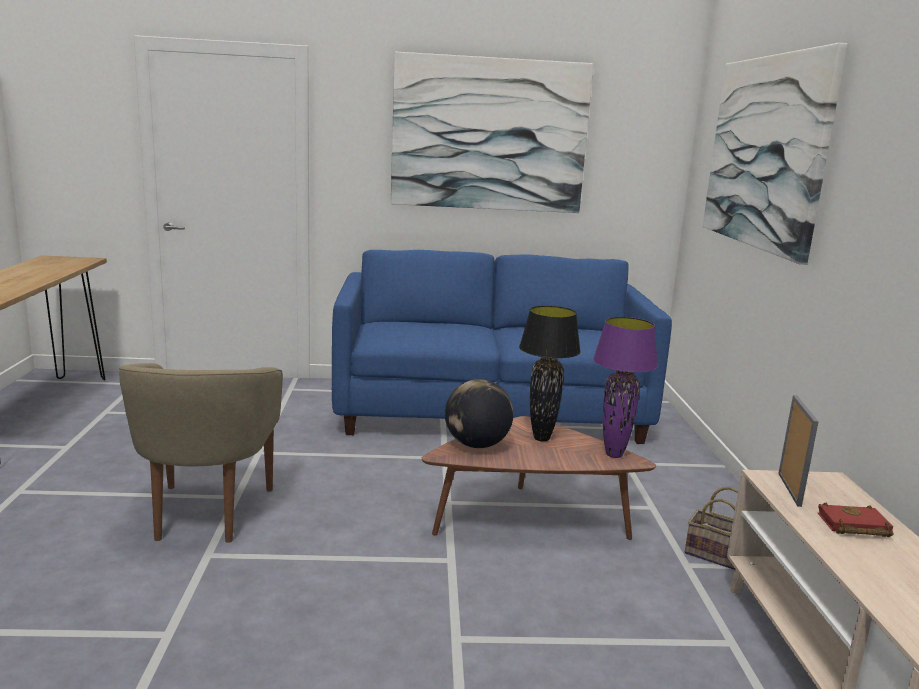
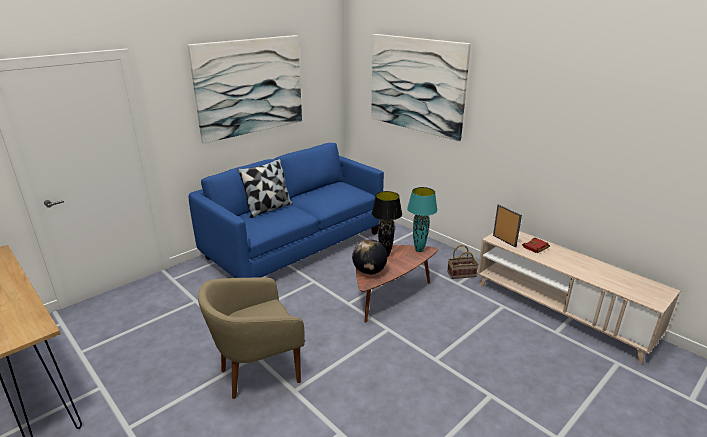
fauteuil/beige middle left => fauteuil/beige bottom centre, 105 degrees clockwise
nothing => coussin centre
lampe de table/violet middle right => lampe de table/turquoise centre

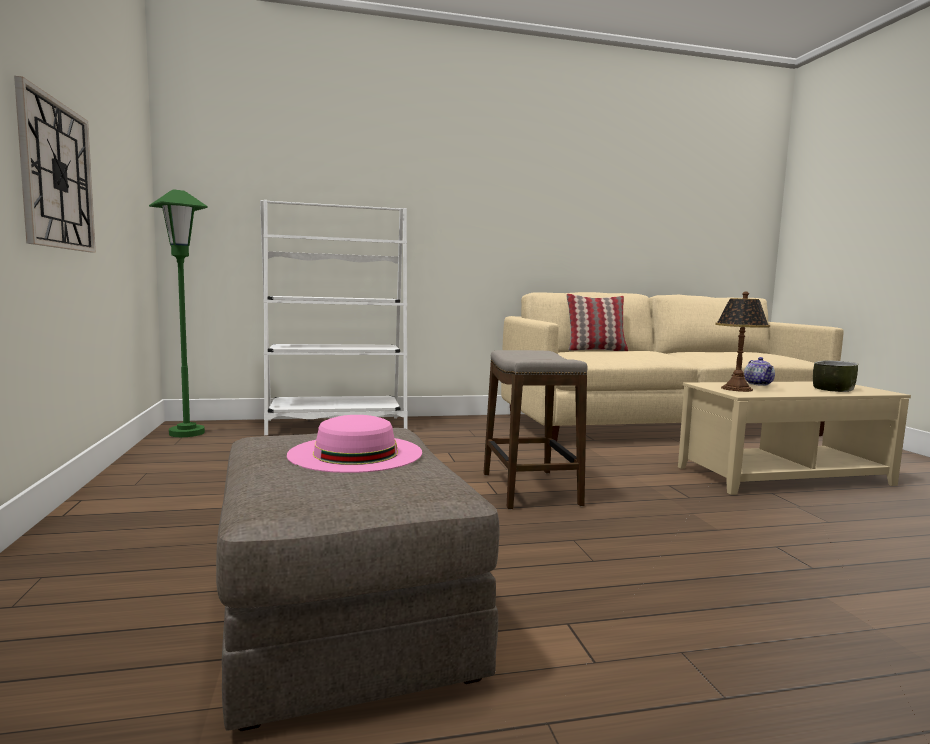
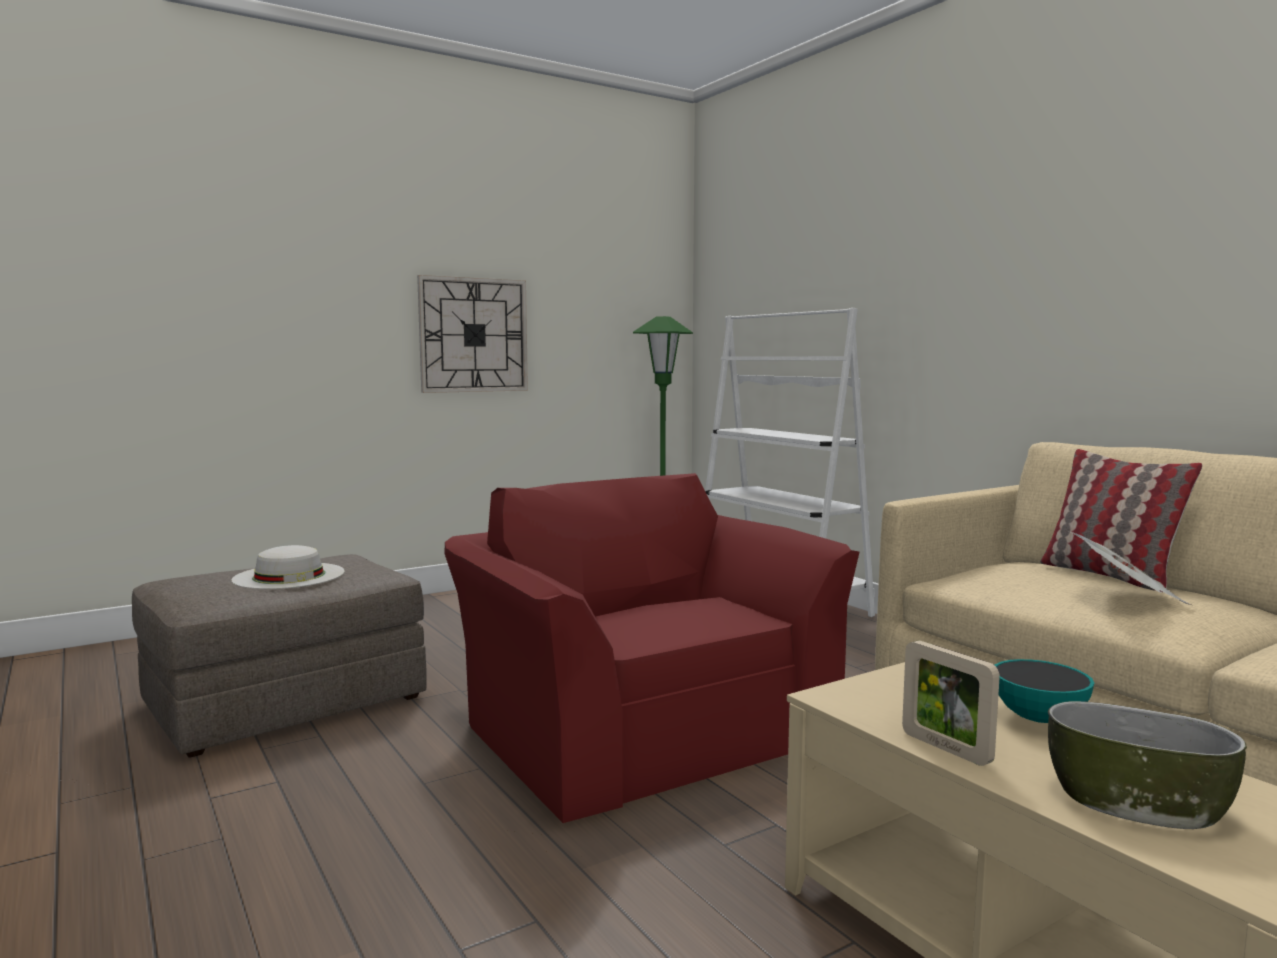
chapeau/rose centre => chapeau/blanc middle left
tabouret centre => fauteuil/rouge bottom centre
nothing => cadre photo bottom right
théière middle right => bol (1st from left) bottom right
nothing => journal middle right
lampe de table middle right => nothing

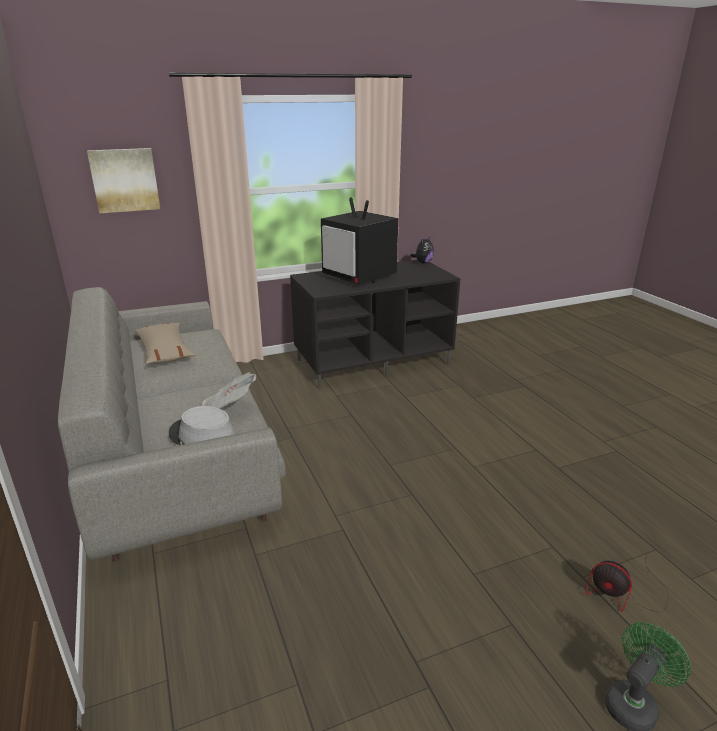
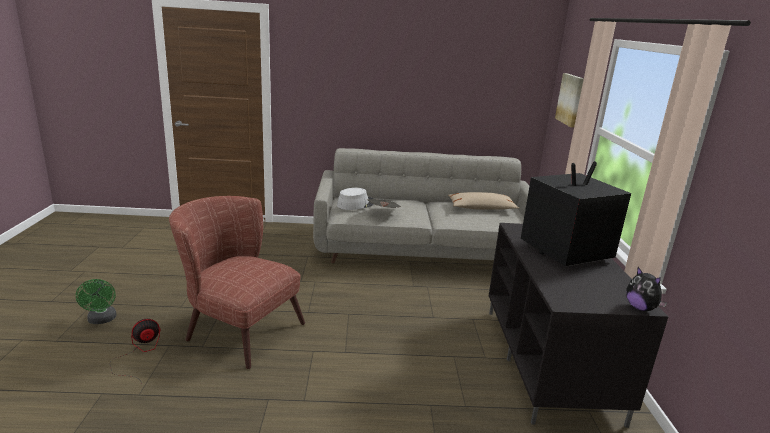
nothing => fauteuil/marron middle left

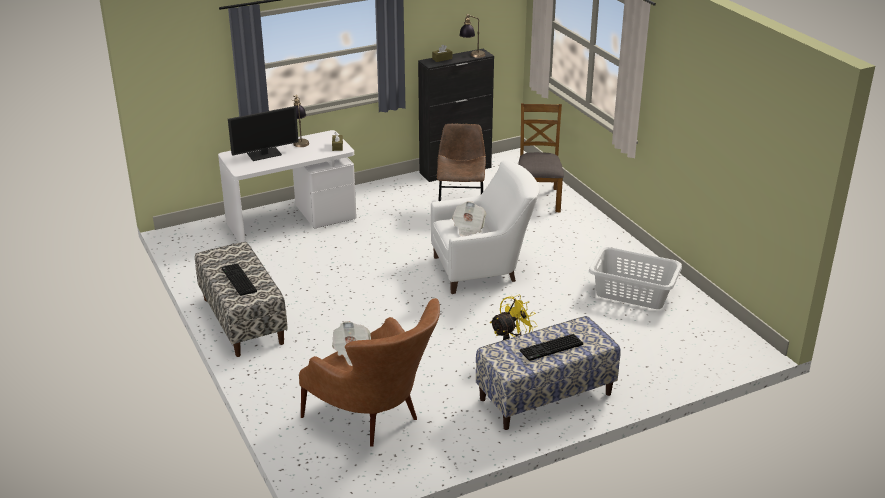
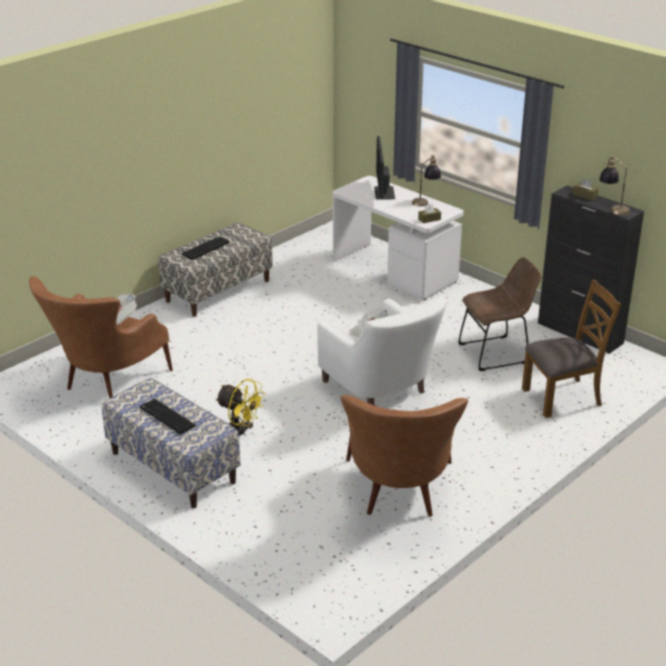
panier à linge/blanc middle right => fauteuil/marron (2nd from left) bottom centre
écran d'ordinateur top left => écran d'ordinateur top centre, 45 degrees clockwise

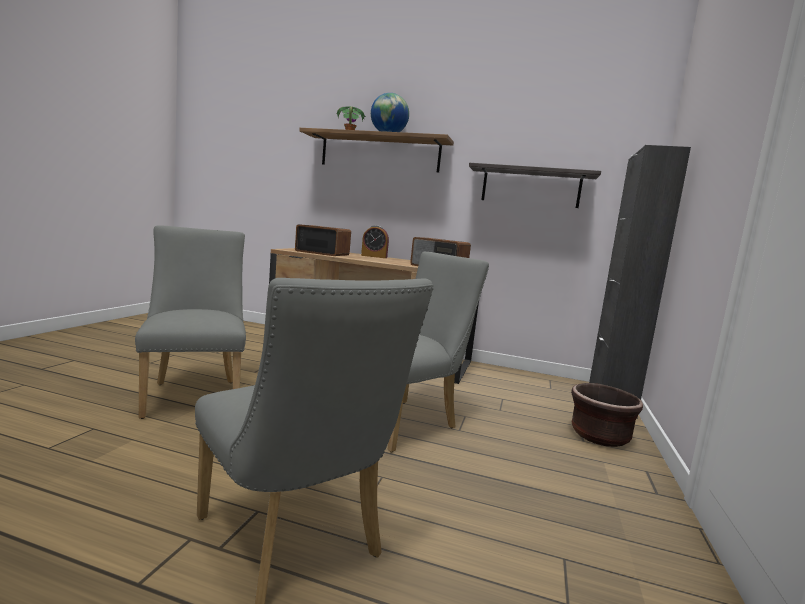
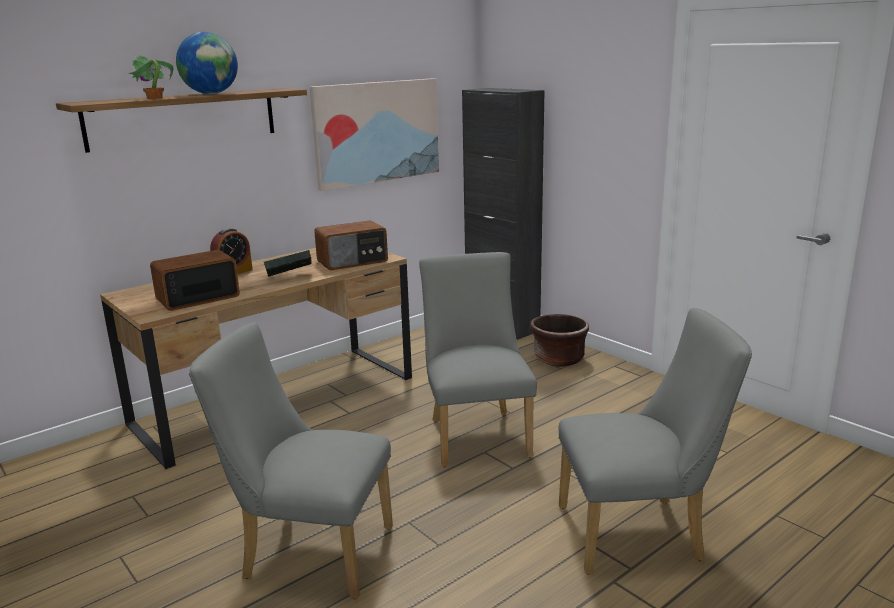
nothing => livre middle left
étagère (2nd from left) top centre => tableau top centre

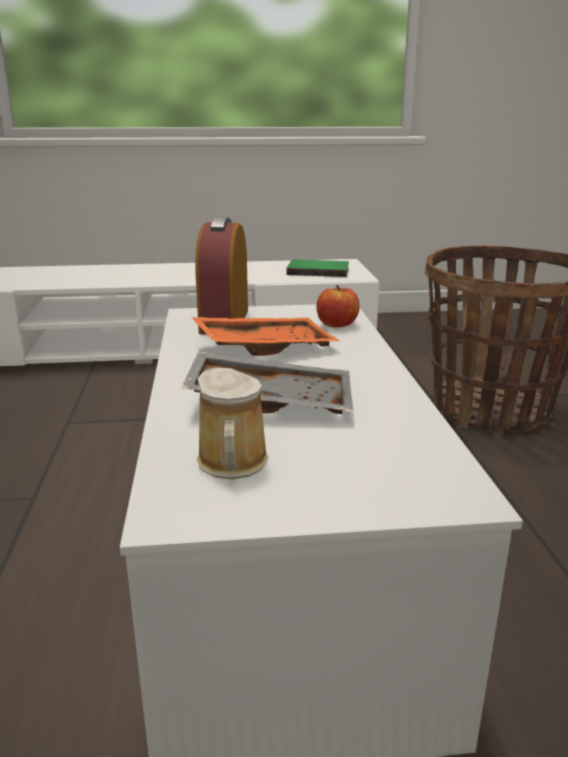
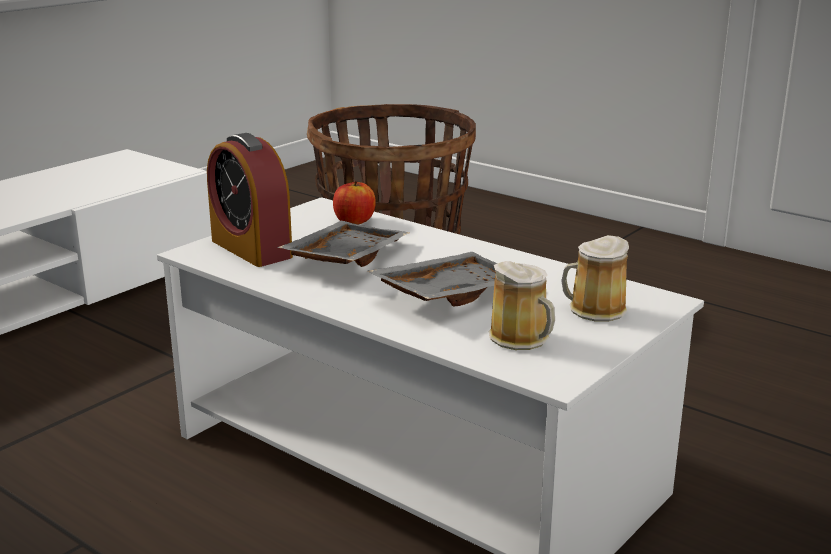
plateau/orange centre => plateau/gris (1st from left) centre
nothing => mug (2nd from left) middle right
livre/vert centre => nothing

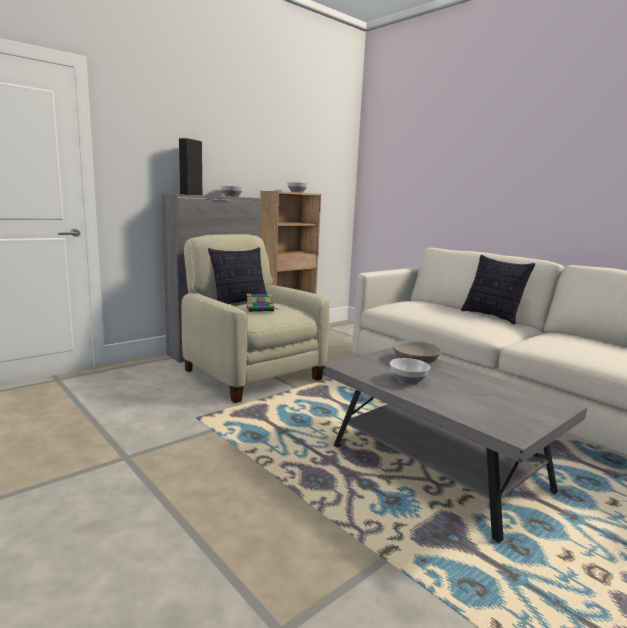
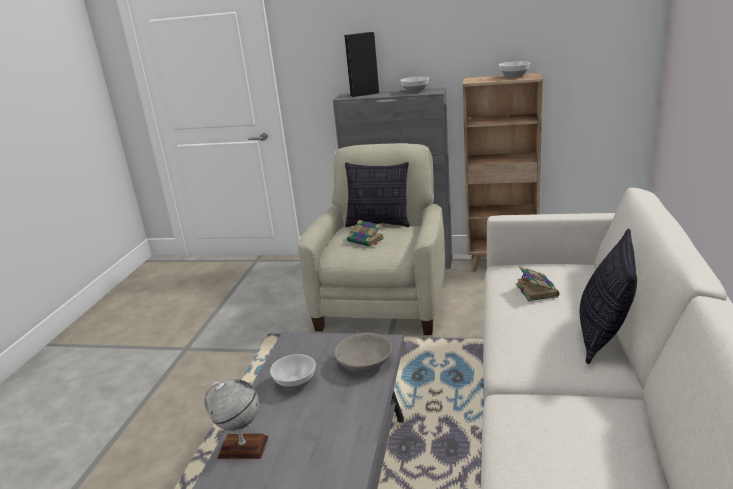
nothing => globe bottom left
nothing => livre (2nd from left) middle right

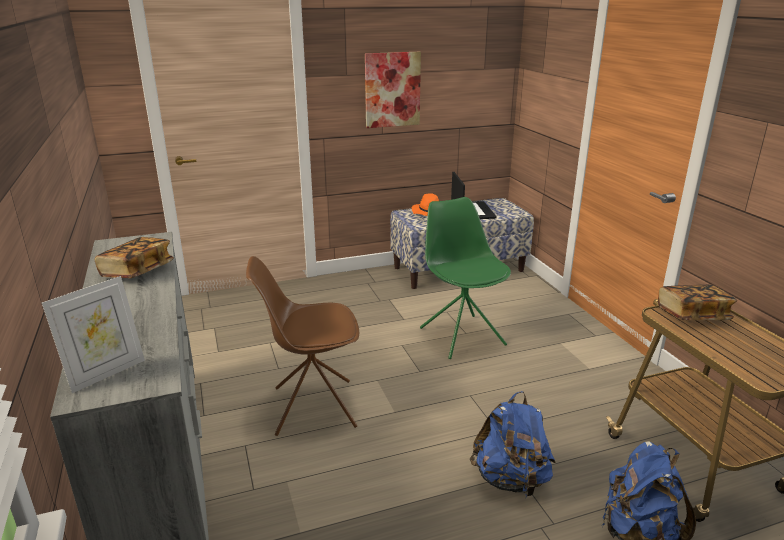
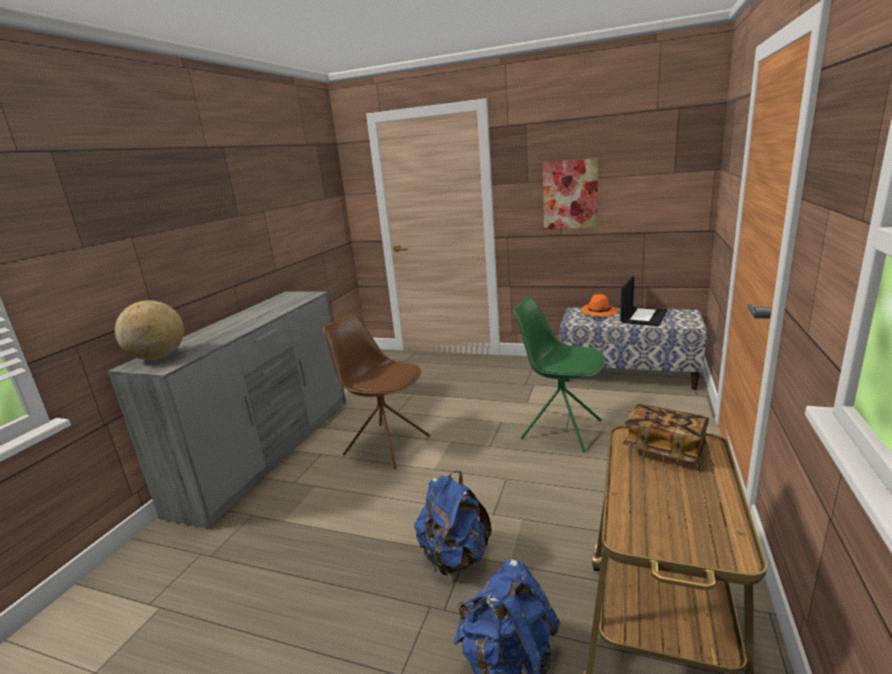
cadre photo middle left => globe middle left
chaise/vert centre, 75 degrees counterclockwise
livre (1st from left) middle left => nothing

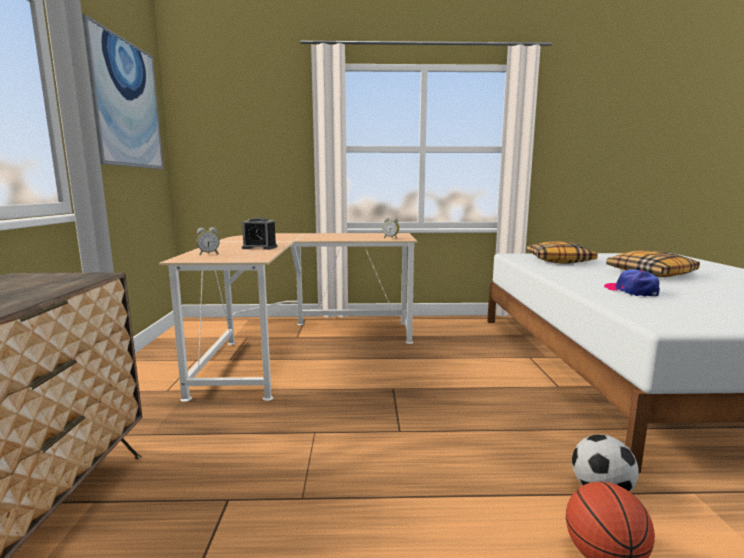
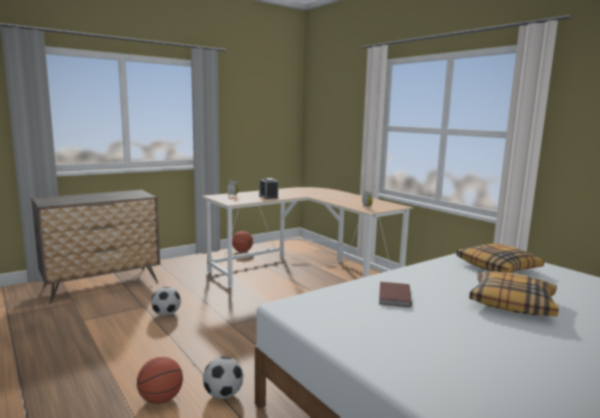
nothing => ballon de foot (1st from left) bottom left
nothing => ballon de basket (2nd from left) centre
casquette middle right => livre/marron bottom centre
tableau top left => nothing

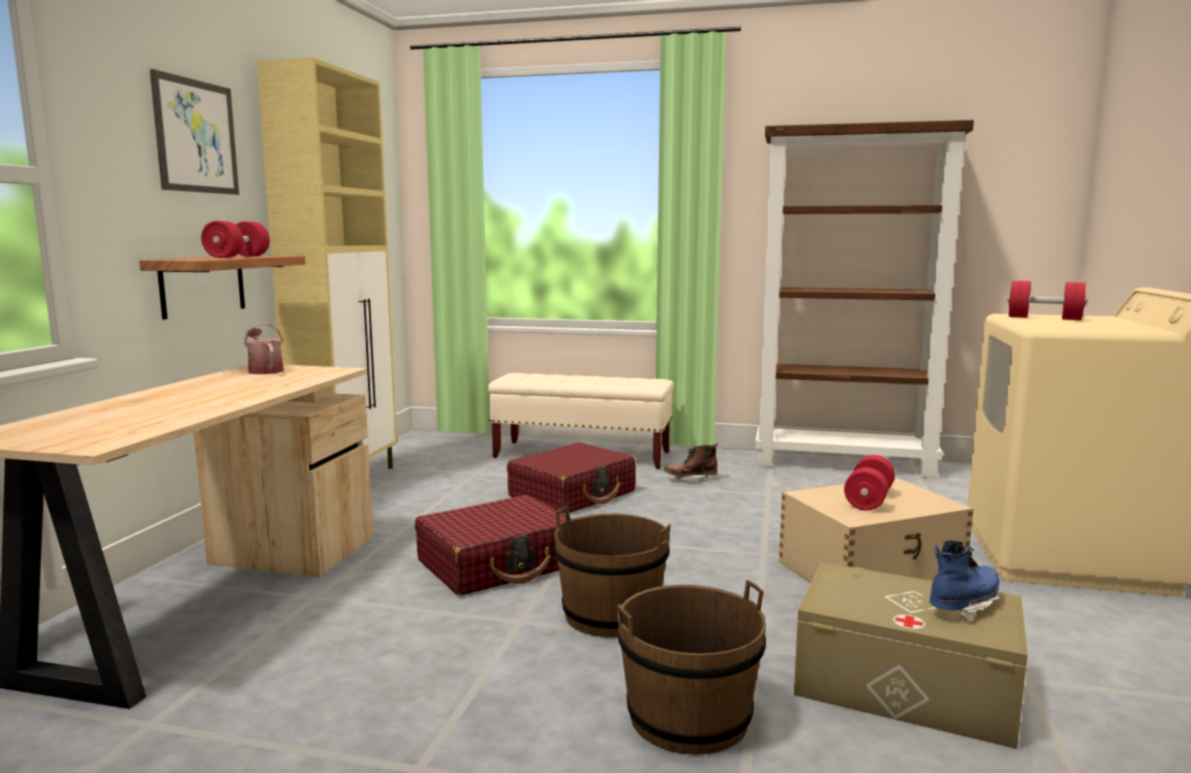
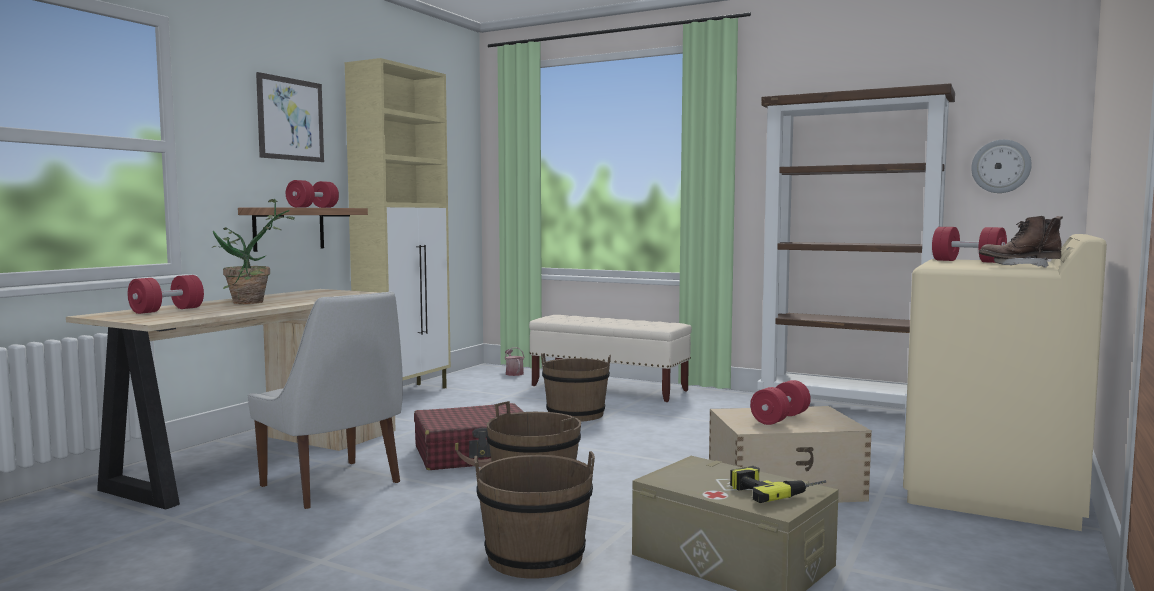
nothing => haltère/rouge (1st from left) middle left
nothing => plante en pot middle left
nothing => chaise/blanc bottom left
arrosoir middle left => arrosoir centre, move
valise/rouge (2nd from left) centre => seau/marron (3rd from left) centre
botte/bleu bottom right => perceuse bottom right
nothing => horloge murale top right
botte/marron centre => botte/marron middle right, move

